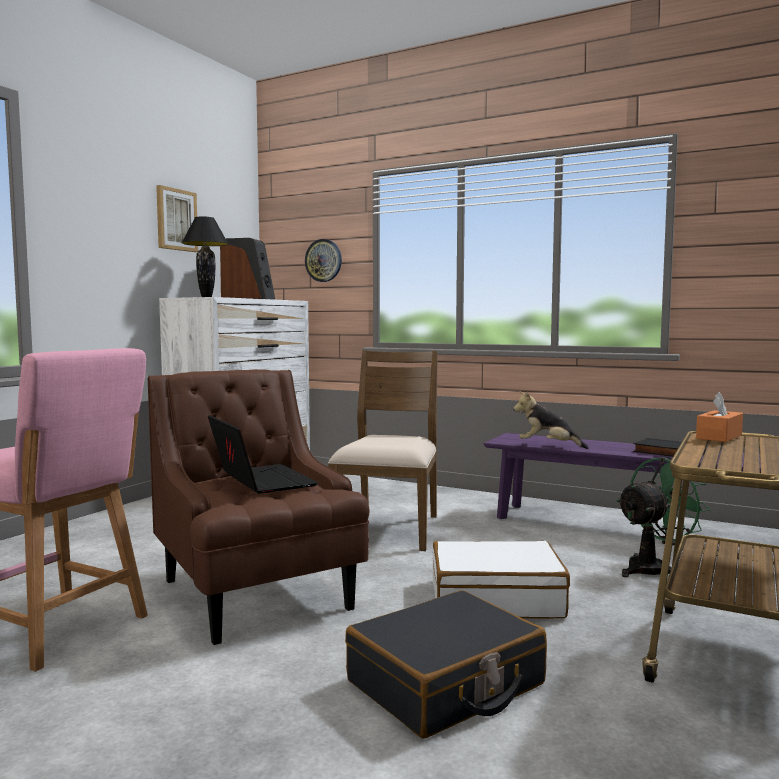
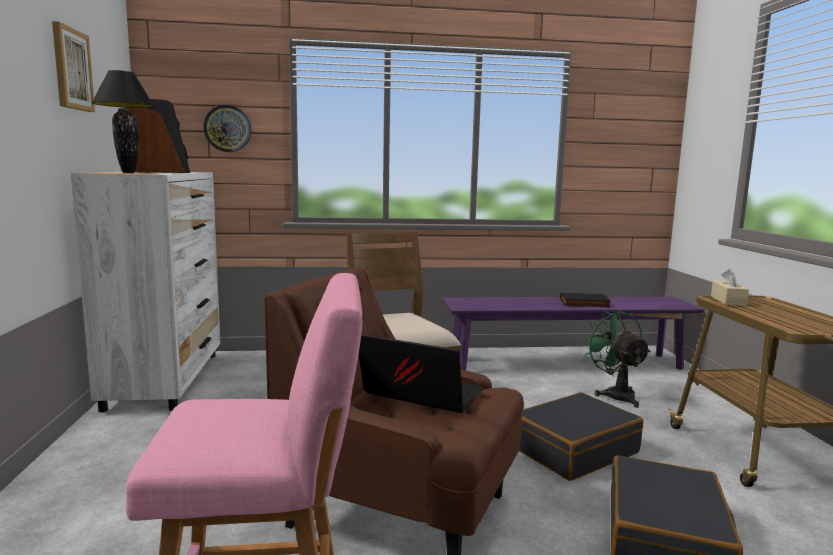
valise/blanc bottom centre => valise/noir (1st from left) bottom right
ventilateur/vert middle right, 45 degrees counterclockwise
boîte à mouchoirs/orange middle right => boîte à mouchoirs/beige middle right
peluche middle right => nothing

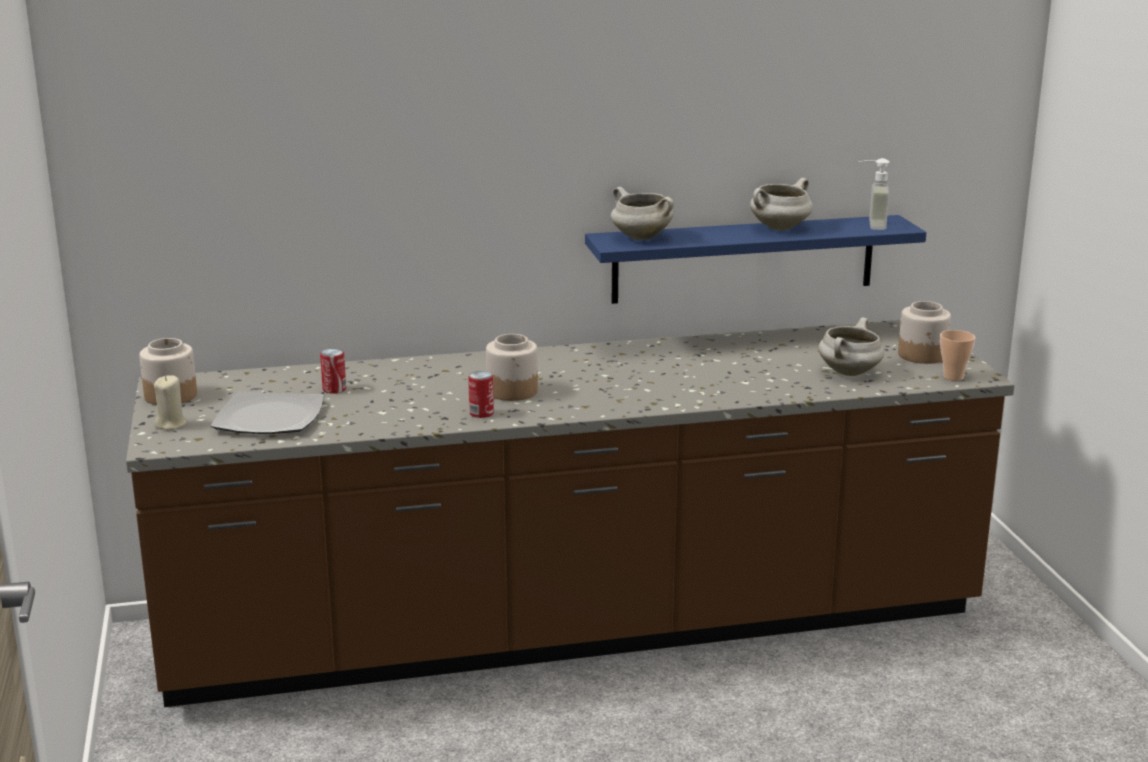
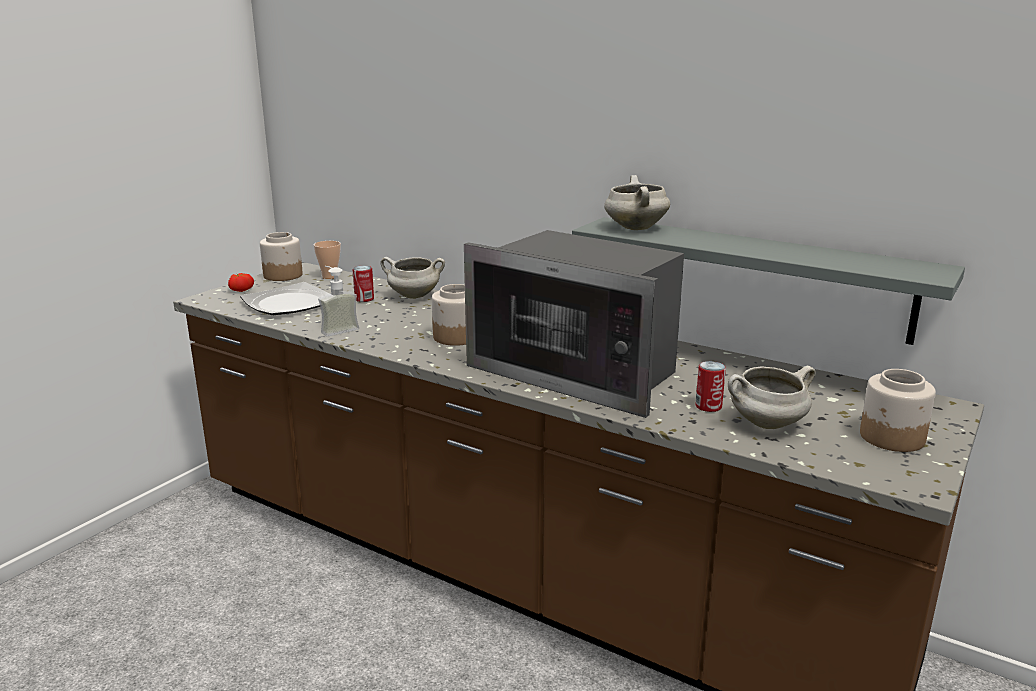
bougie/beige middle left => tomate middle left
tasse middle right => tasse middle left, move
distributeur de savon top right => distributeur de savon middle left, move
marmite/blanc (2nd from left in the first image) top right => marmite/blanc (1st from left) centre, move
nothing => micro-ondes centre
étagère/bleu centre => étagère/gris middle right
boîte métallique (2nd from left) centre => boîte métallique (2nd from left) middle right, move

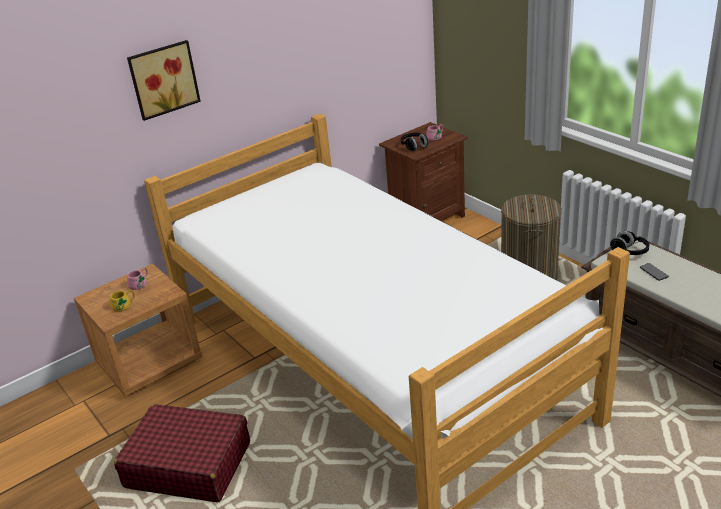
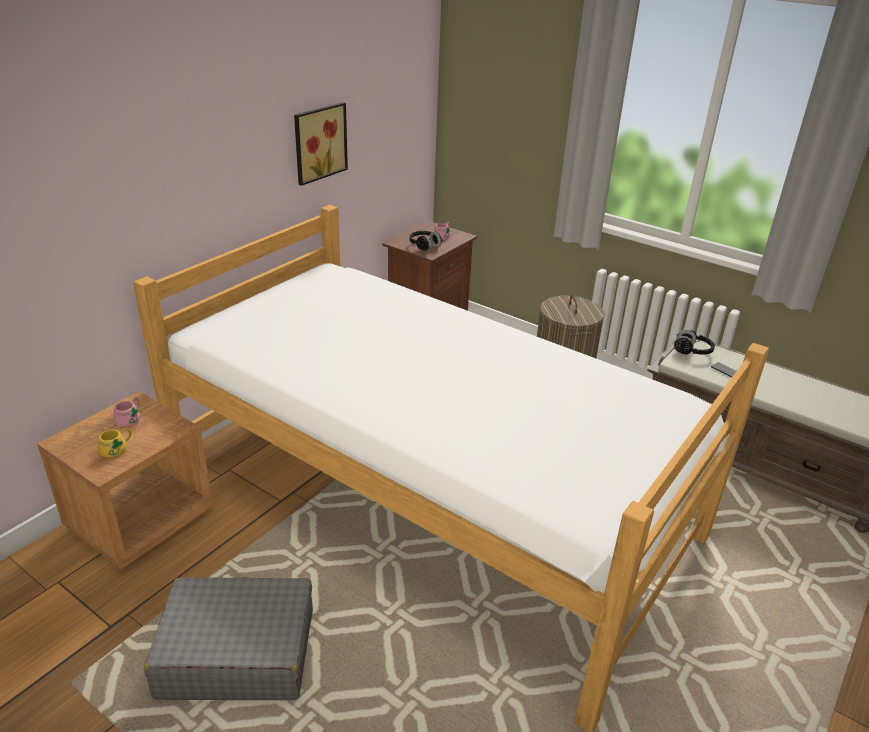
valise/rouge bottom left => valise/gris bottom left
tableau top left => tableau top centre, move

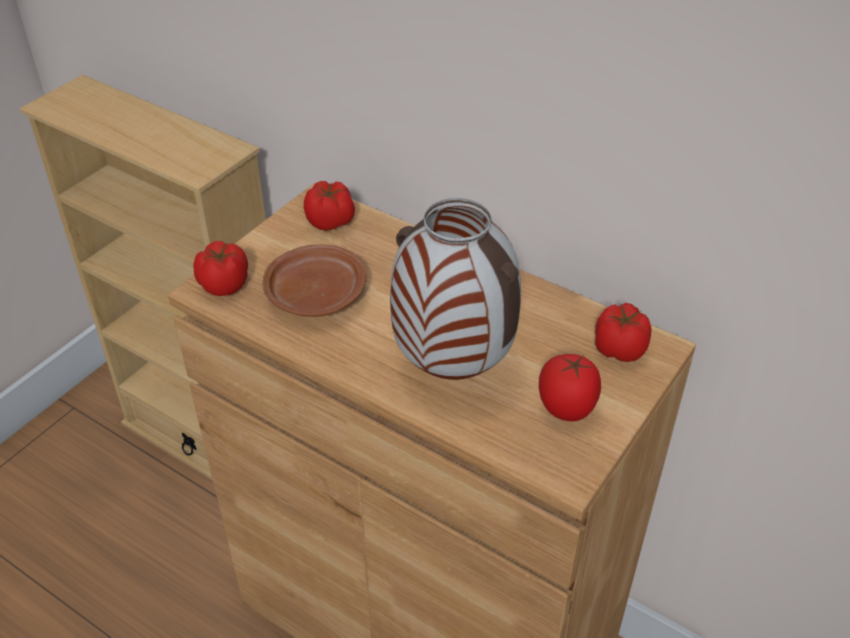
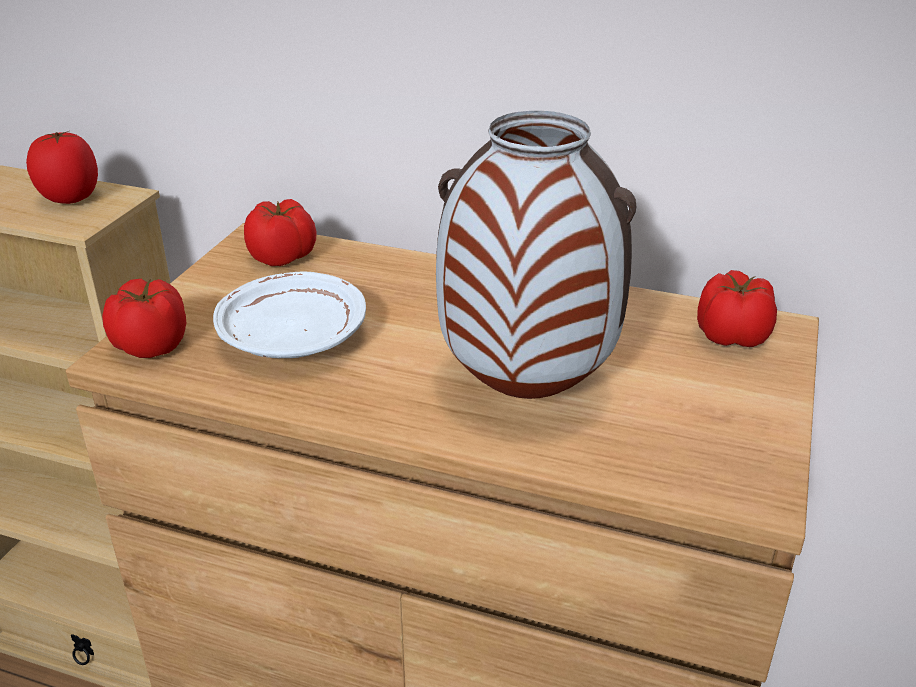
tomate (3rd from left in the first image) middle right => tomate (1st from left) top left, move
assiette/marron centre => assiette/blanc middle left

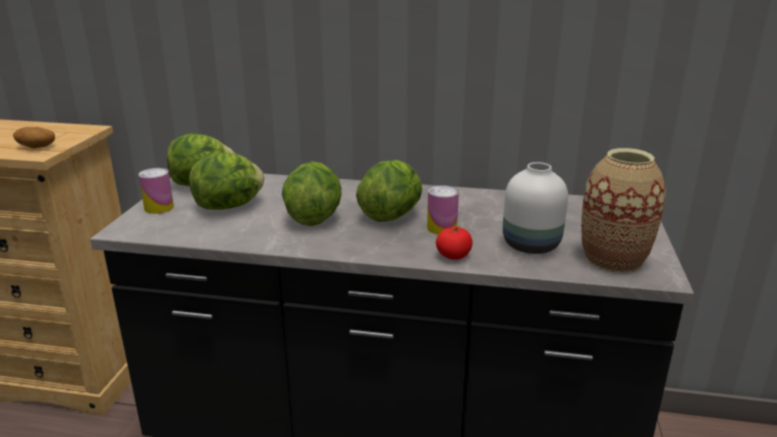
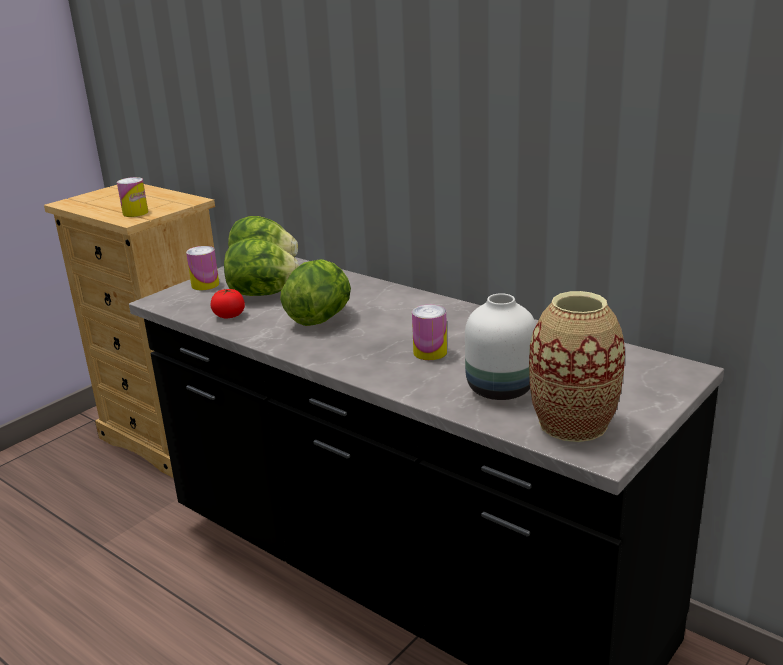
pomme de terre top left => boîte métallique (1st from left) top left
tomate centre => tomate middle left, move
laitue (4th from left) centre => nothing

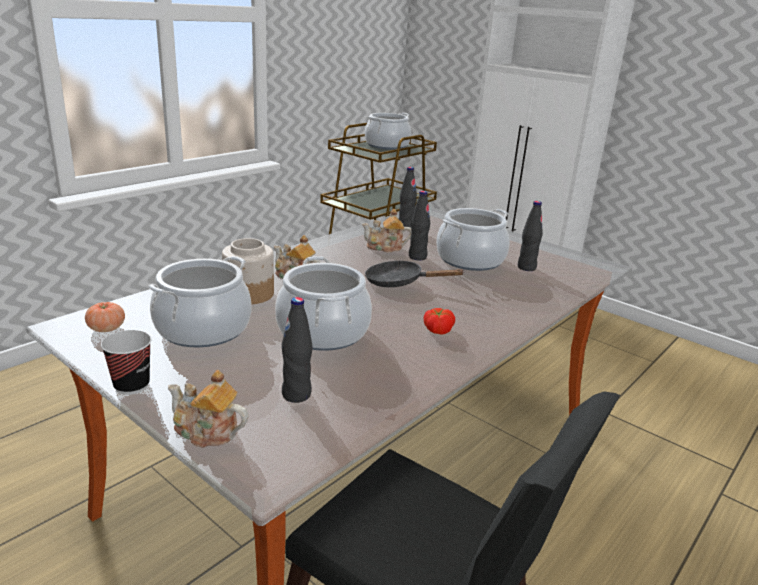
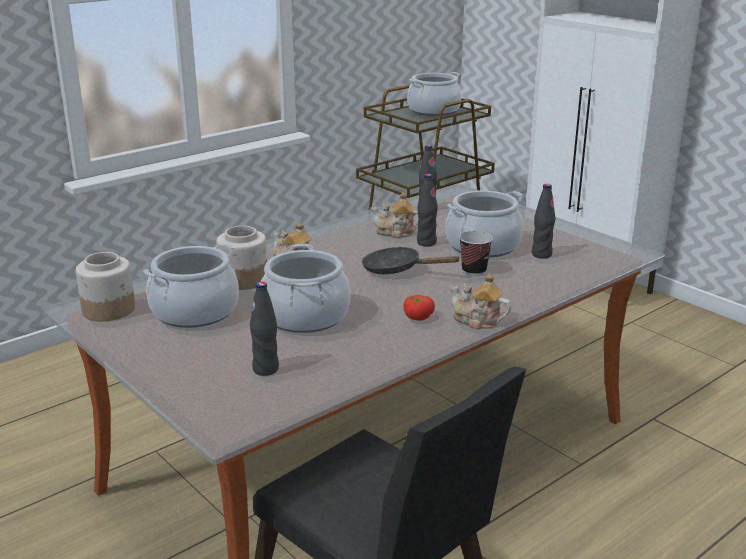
tomate (1st from left) middle left => bocal (1st from left) middle left
théière (1st from left in the first image) bottom left => théière (3rd from left) centre, move
tasse middle left => tasse centre, move

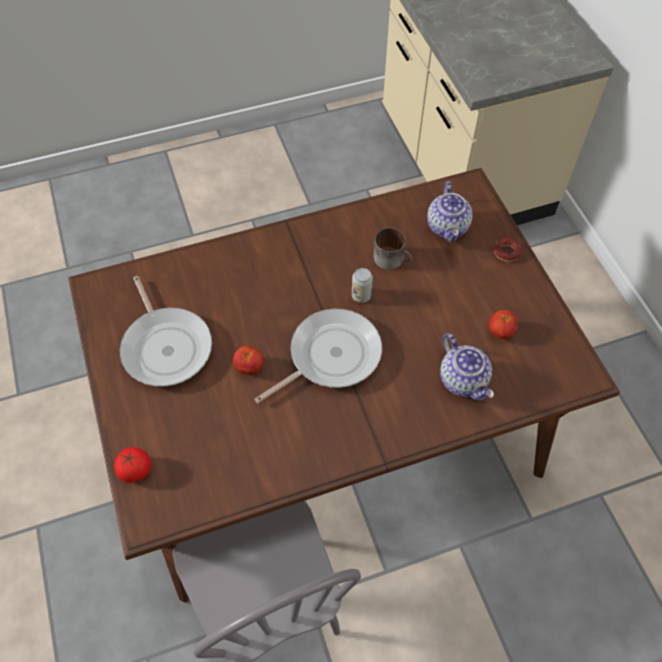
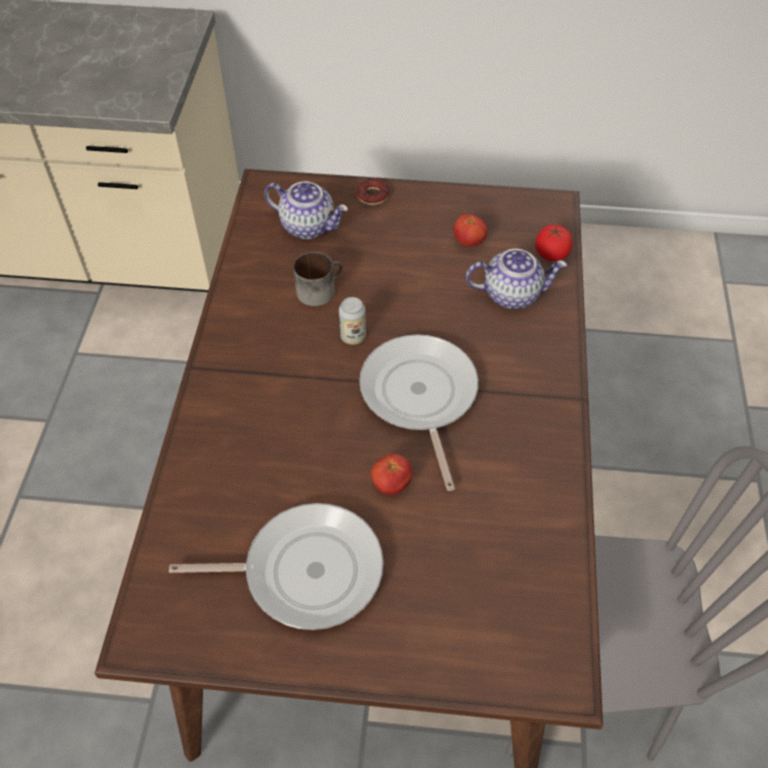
tomate (1st from left in the first image) bottom left => tomate (3rd from left) top right, move

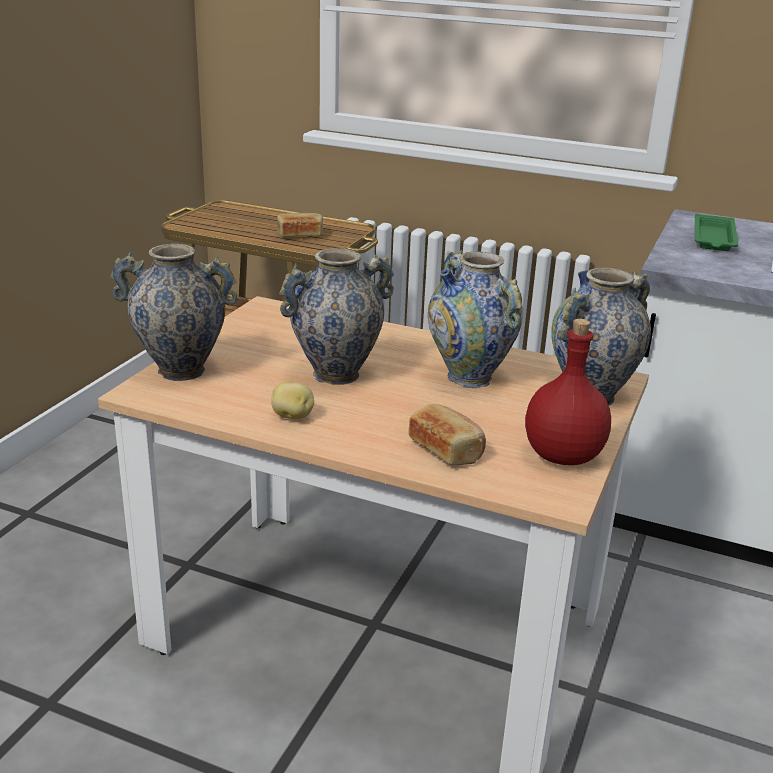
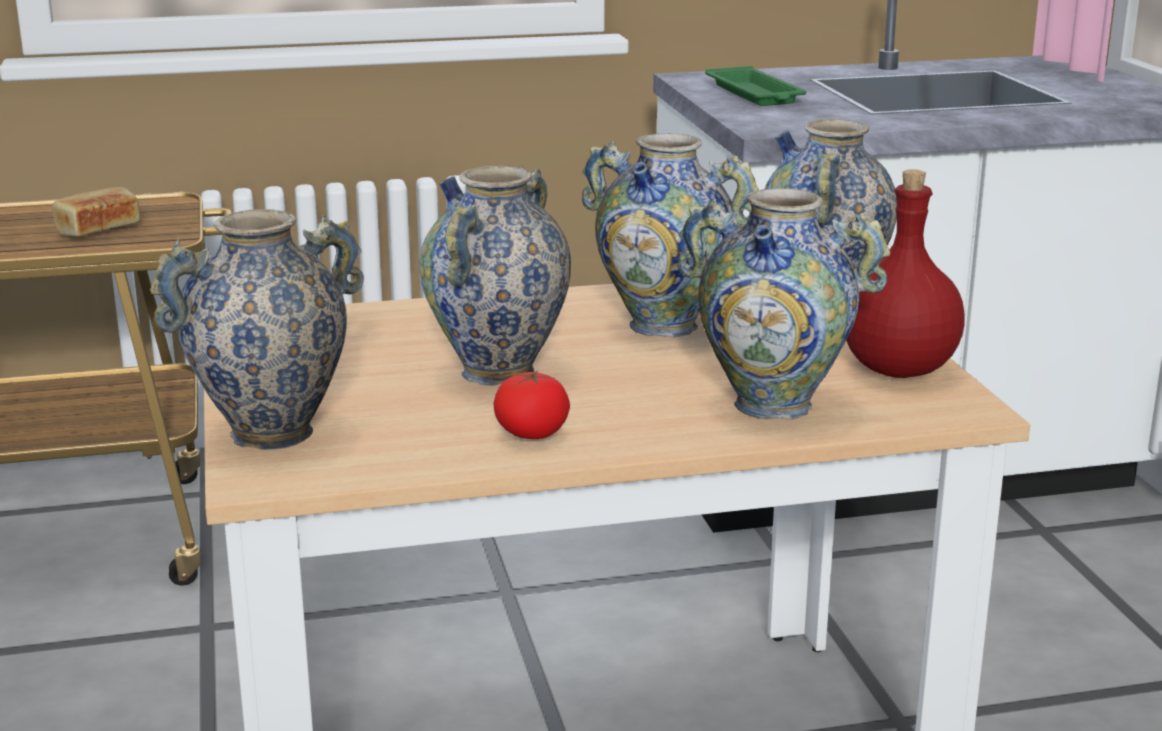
pomme de terre centre => tomate centre
pain (2nd from left) centre => vase (4th from left) middle right

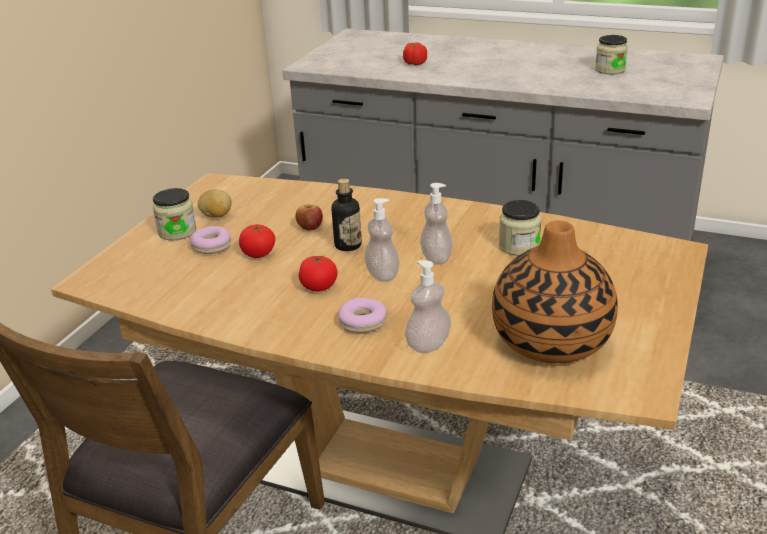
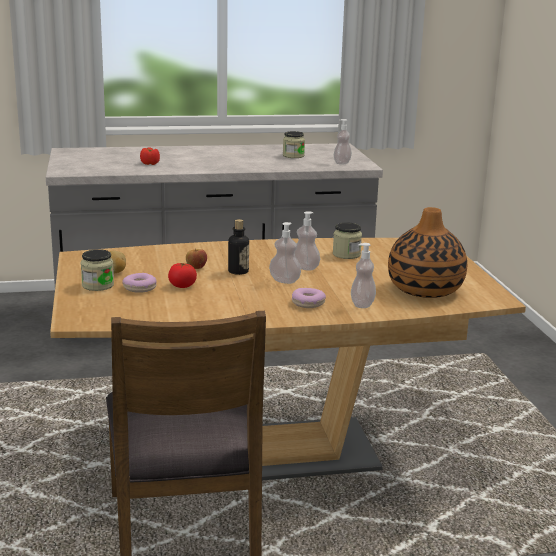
nothing => distributeur de savon (3rd from left) top centre
tomate (2nd from left) centre => nothing

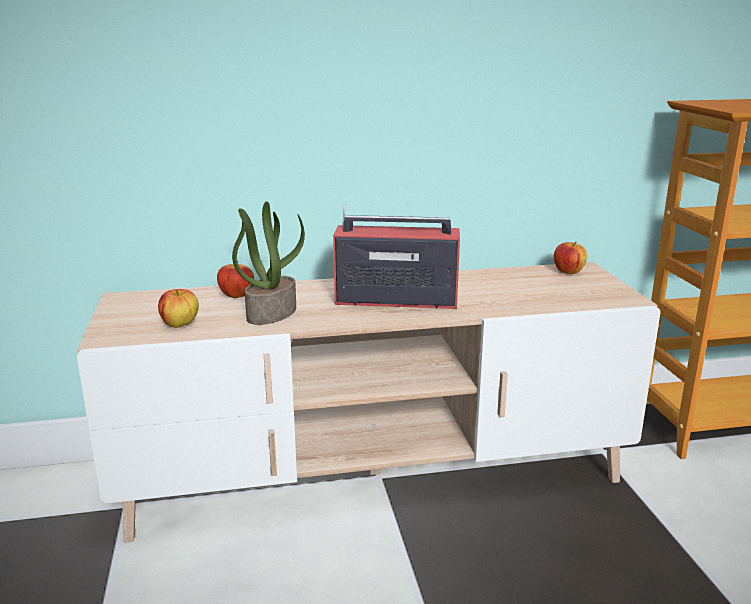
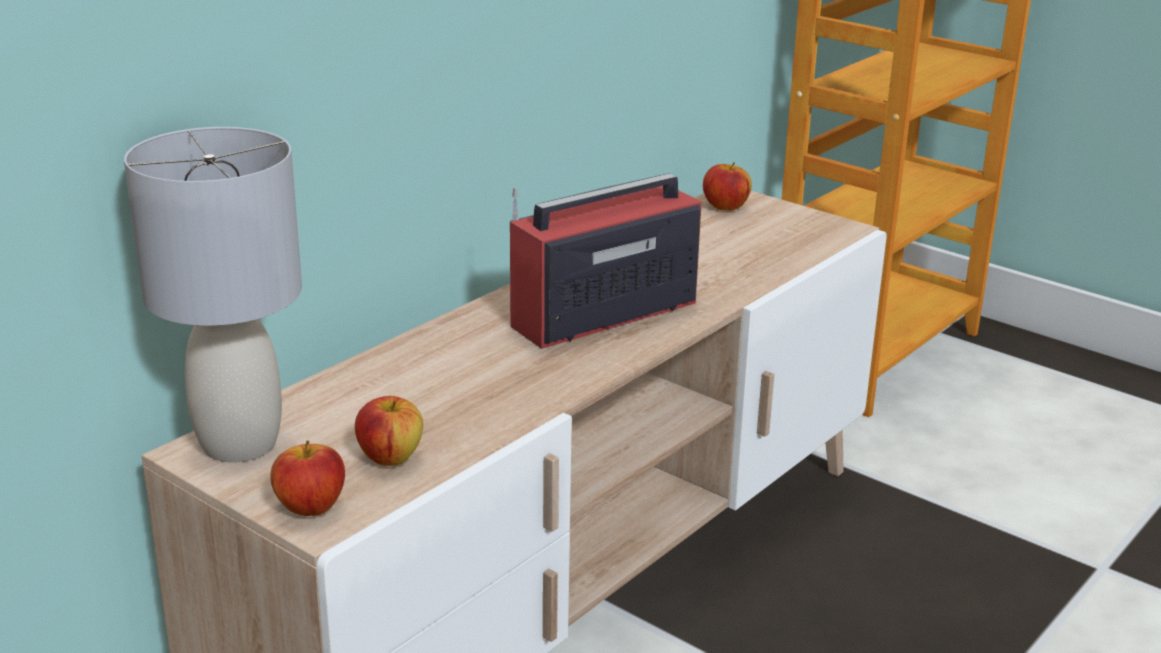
nothing => lampe de table/gris middle left
pomme (2nd from left in the first image) middle left => pomme (1st from left) bottom left, move
plante en pot centre => nothing

